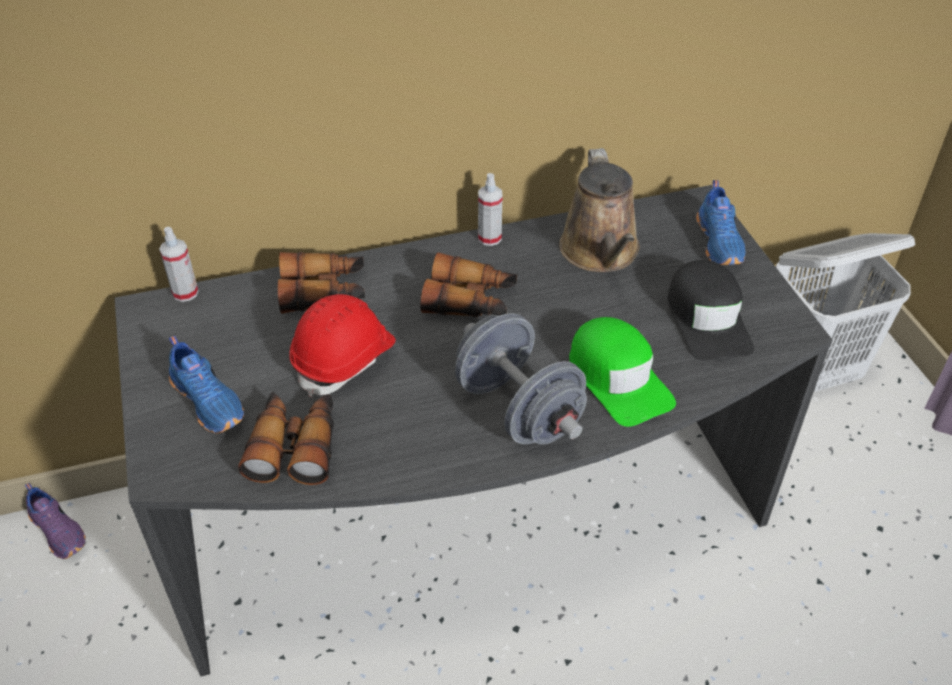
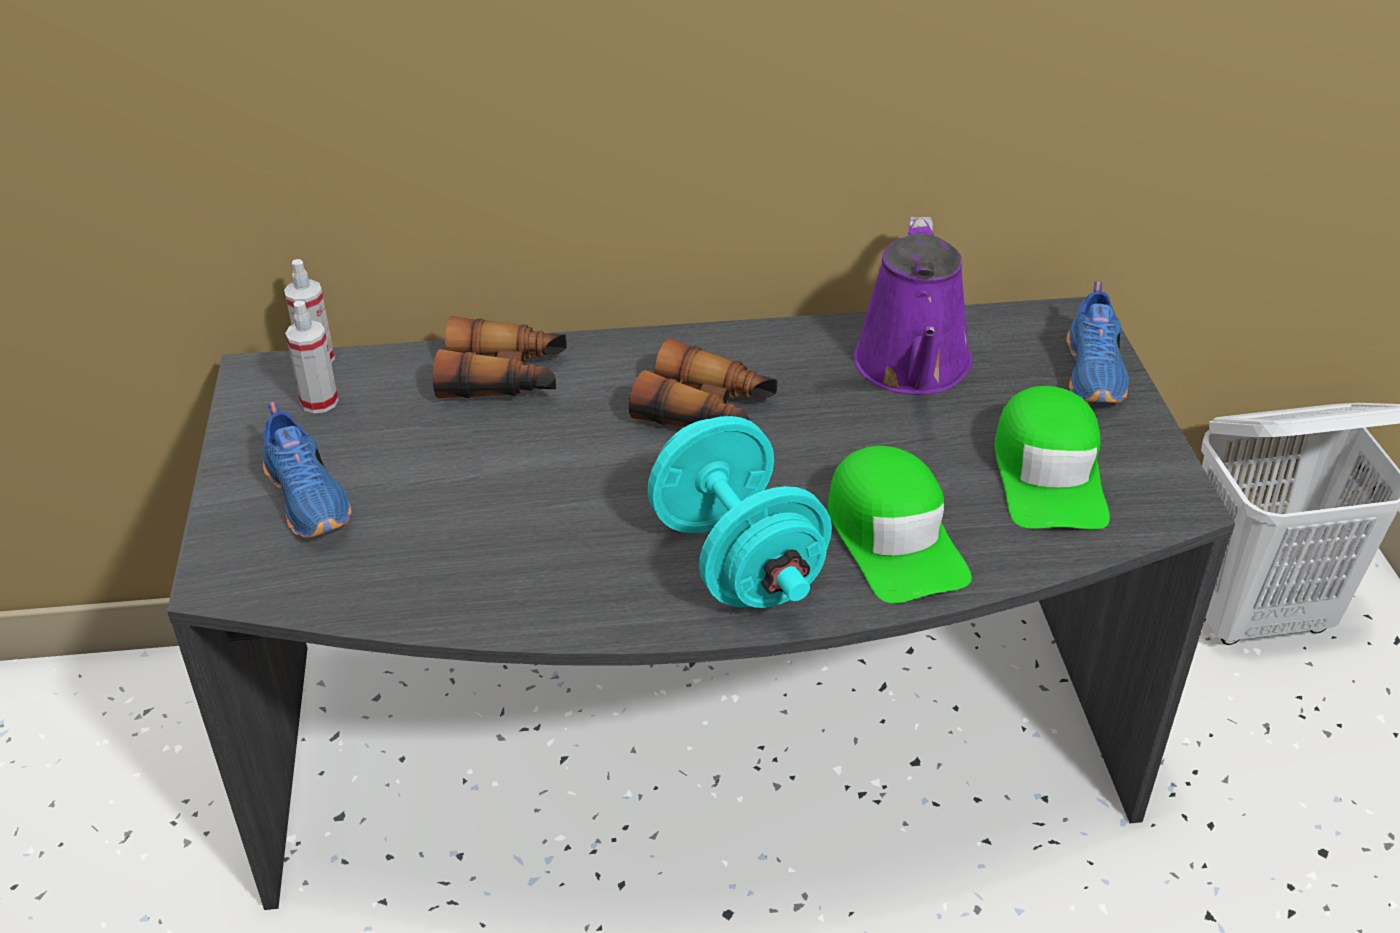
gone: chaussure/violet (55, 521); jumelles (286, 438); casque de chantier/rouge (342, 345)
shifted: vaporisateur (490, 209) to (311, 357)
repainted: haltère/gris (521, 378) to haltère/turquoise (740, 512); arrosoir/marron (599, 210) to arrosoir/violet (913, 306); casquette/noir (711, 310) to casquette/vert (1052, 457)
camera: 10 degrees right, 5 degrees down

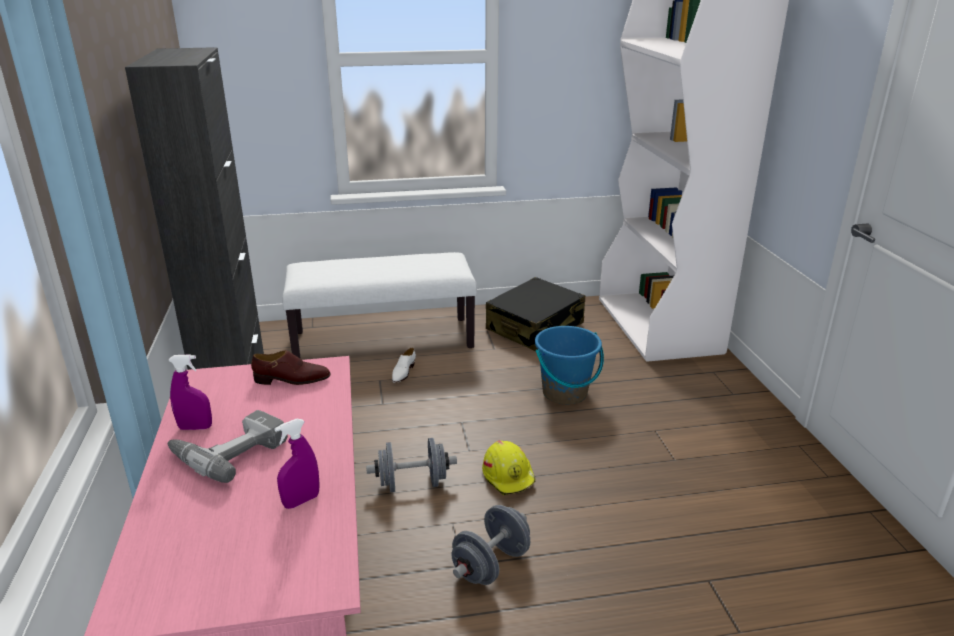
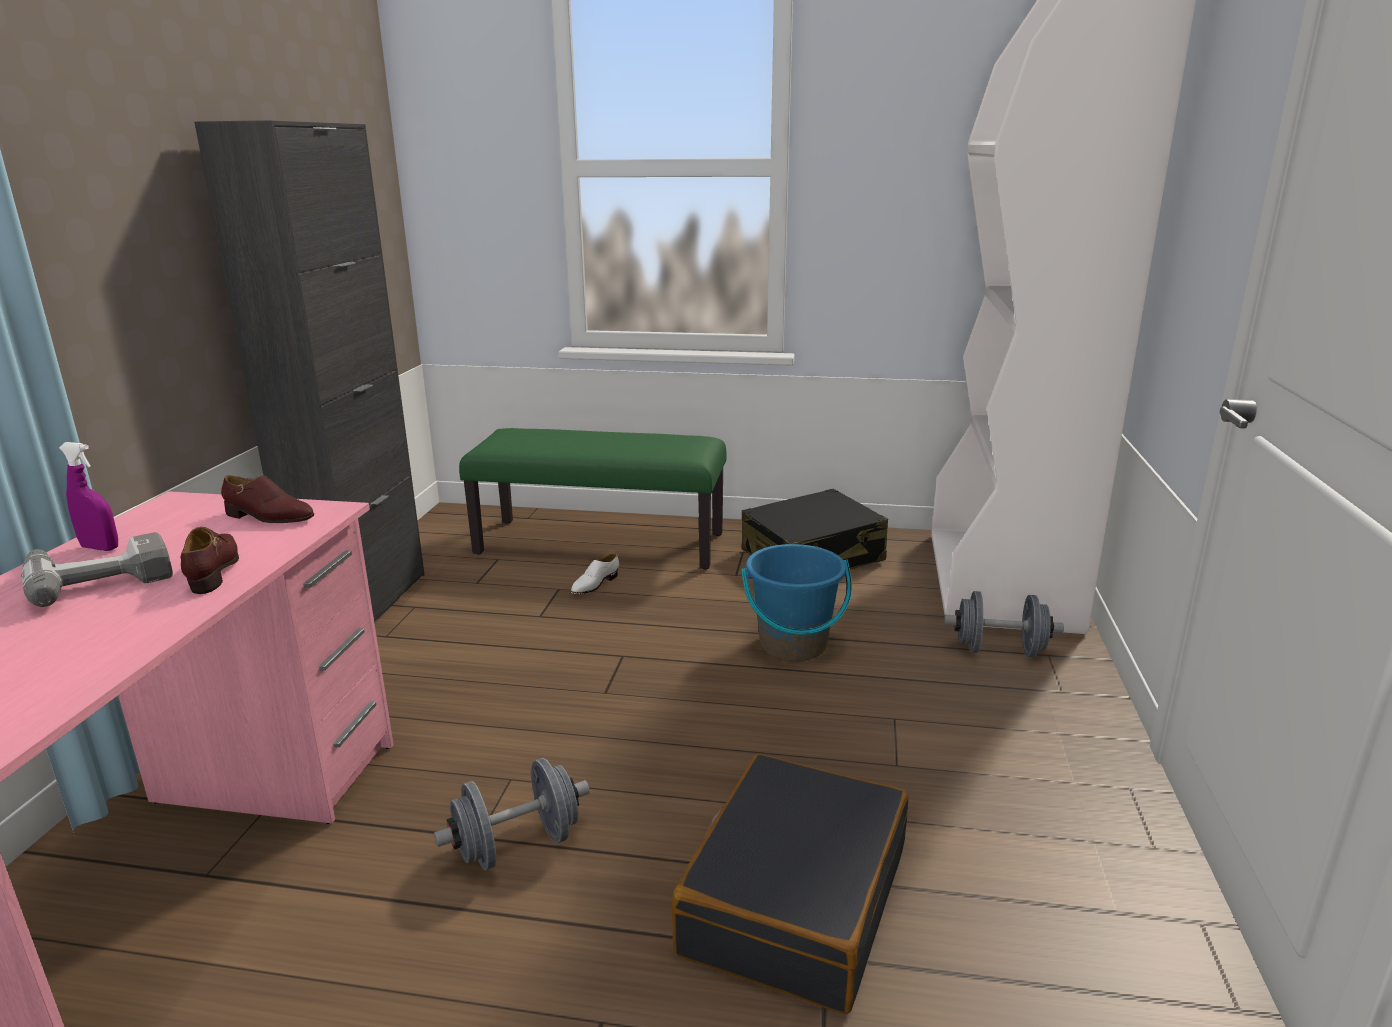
gone: vaporisateur/violet (297, 463); casque de chantier/jaune (509, 468)
new: chaussure/marron (209, 560); valise/noir (790, 884)
shifted: haltère/gris (411, 465) to (1004, 624)
repainted: banc/blanc (379, 305) to banc/vert (592, 498)
camera: 20 degrees right, 5 degrees down

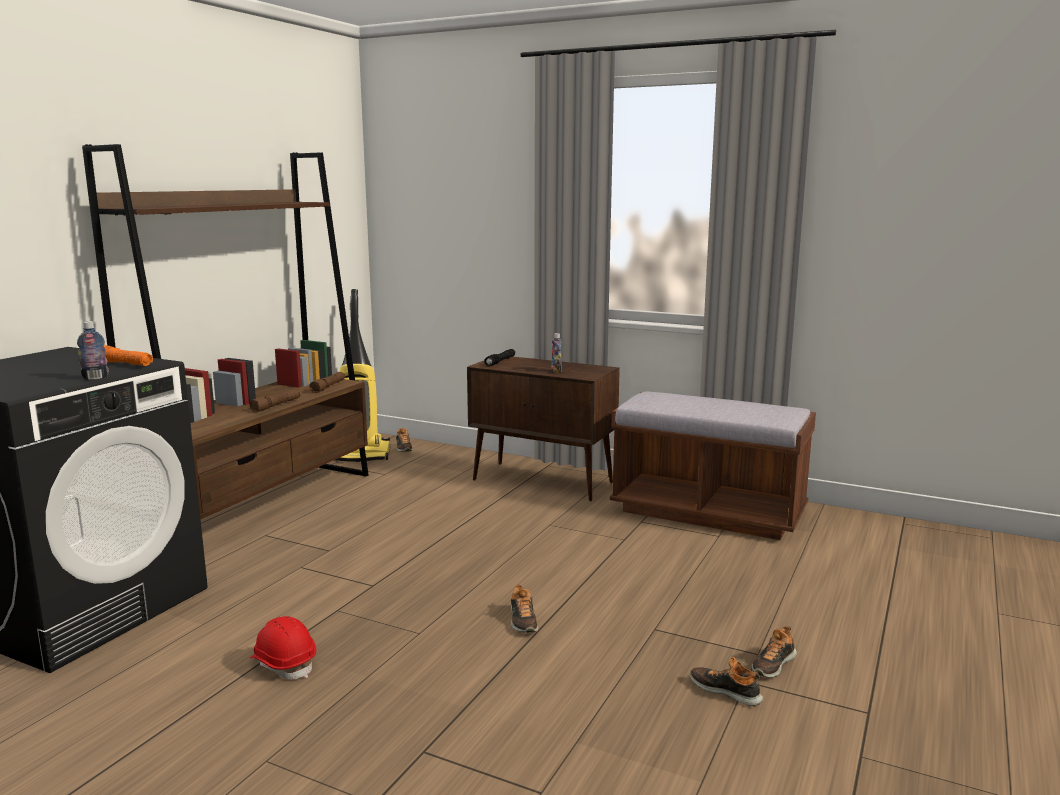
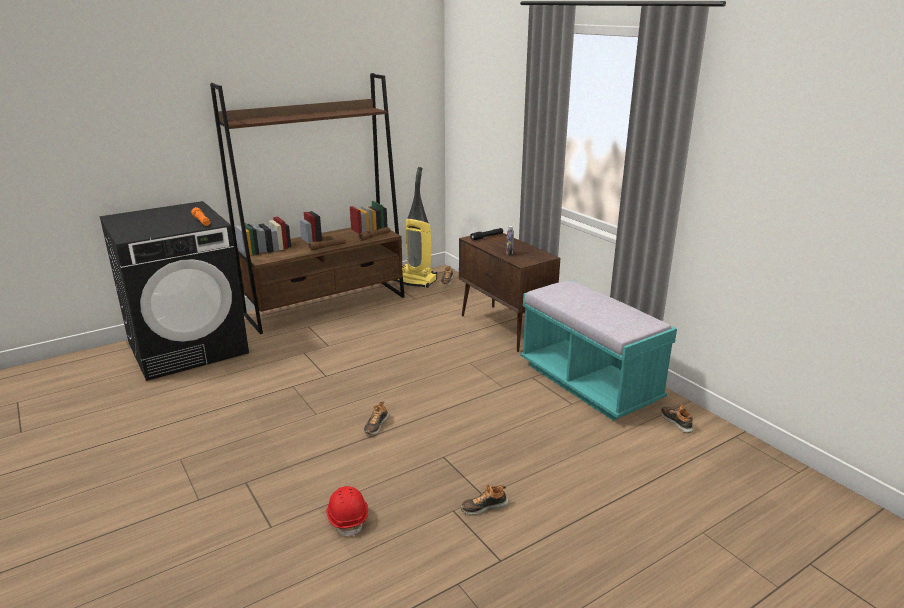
gone: bouteille (93, 350)
shifted: casque de chantier/rouge (283, 648) to (347, 511); chaussure (726, 681) to (677, 419)
repainted: banc/marron (713, 465) to banc/turquoise (598, 350)
camera: 30 degrees right, 10 degrees up

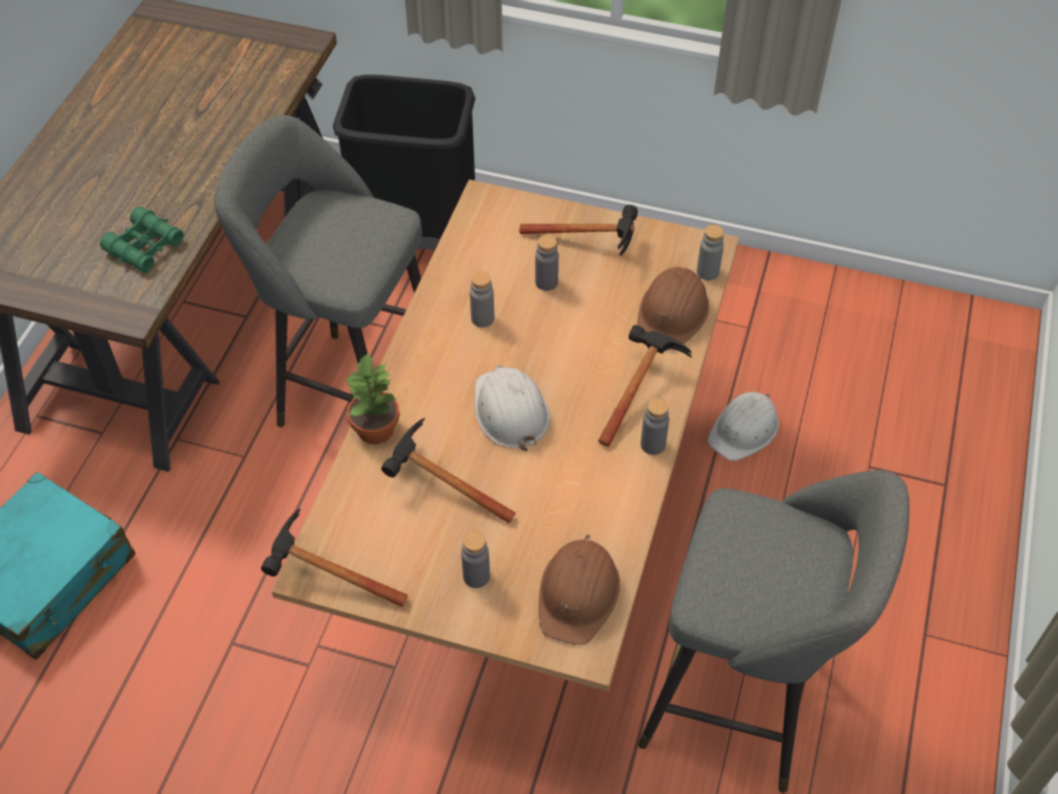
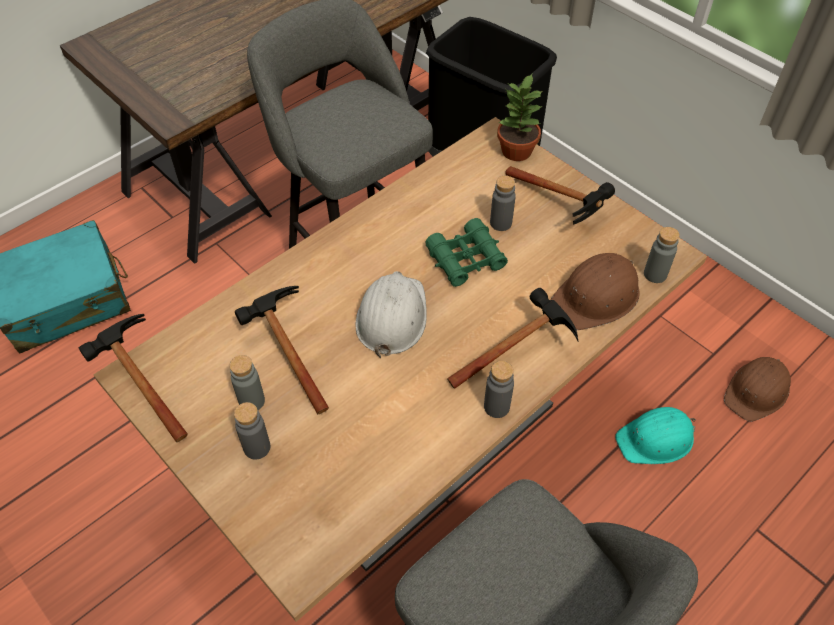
shifted: jumelles/vert (142, 239) to (466, 252); plante en pot (372, 398) to (520, 117); bouteille/gris (482, 299) to (247, 382); casque de chantier/marron (579, 590) to (757, 389)
repainted: casque de chantier/blanc (743, 426) to casque de chantier/turquoise (655, 435)
camera: 30 degrees right, 0 degrees up

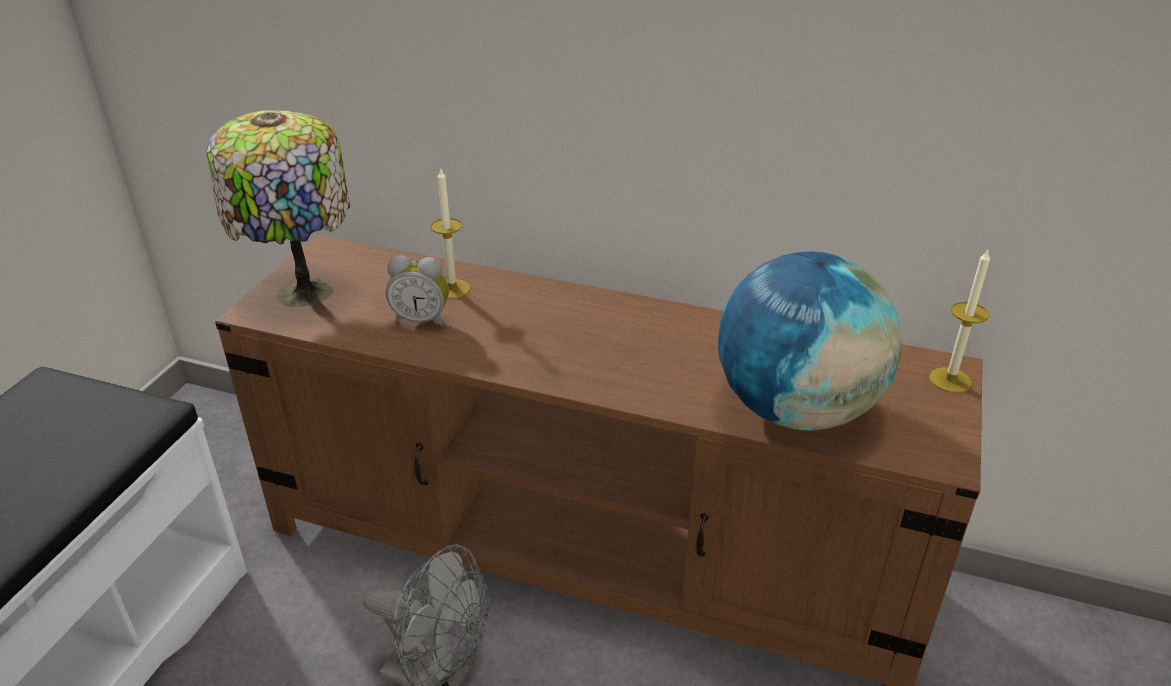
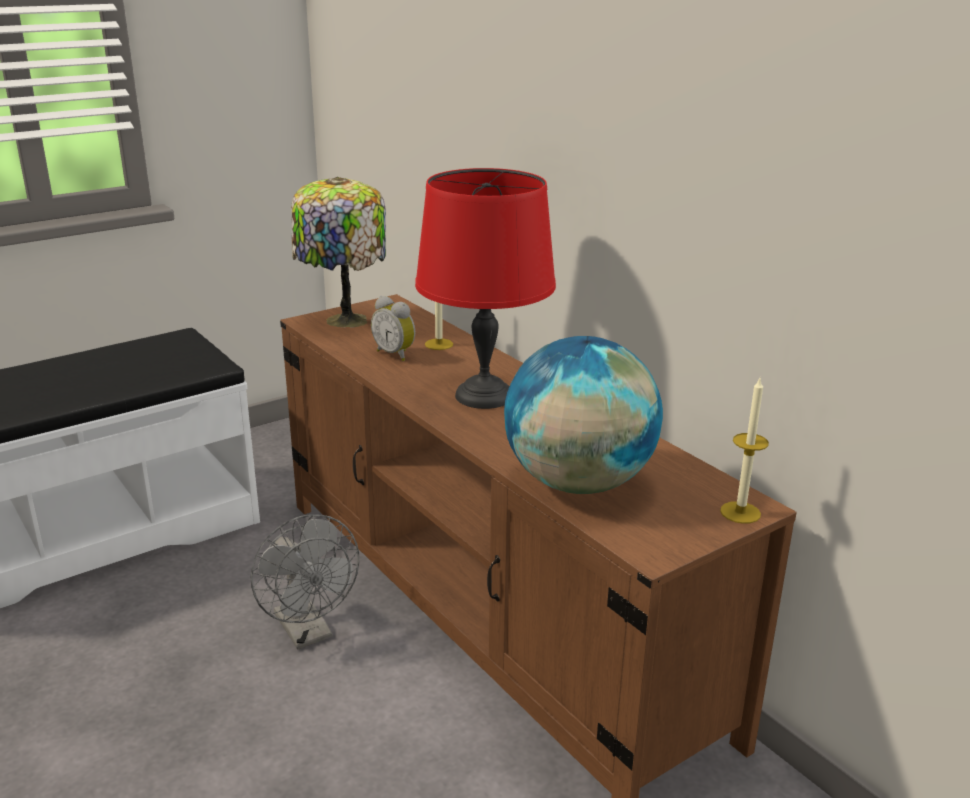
new: lampe de table/rouge (485, 288)
camera: 35 degrees right, 10 degrees down

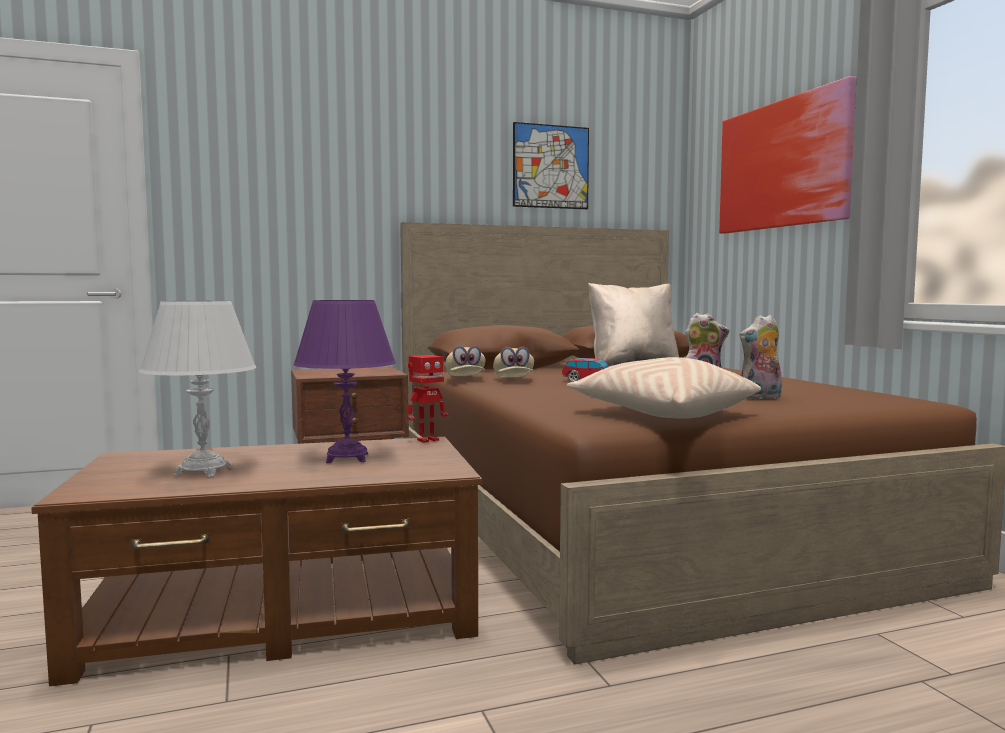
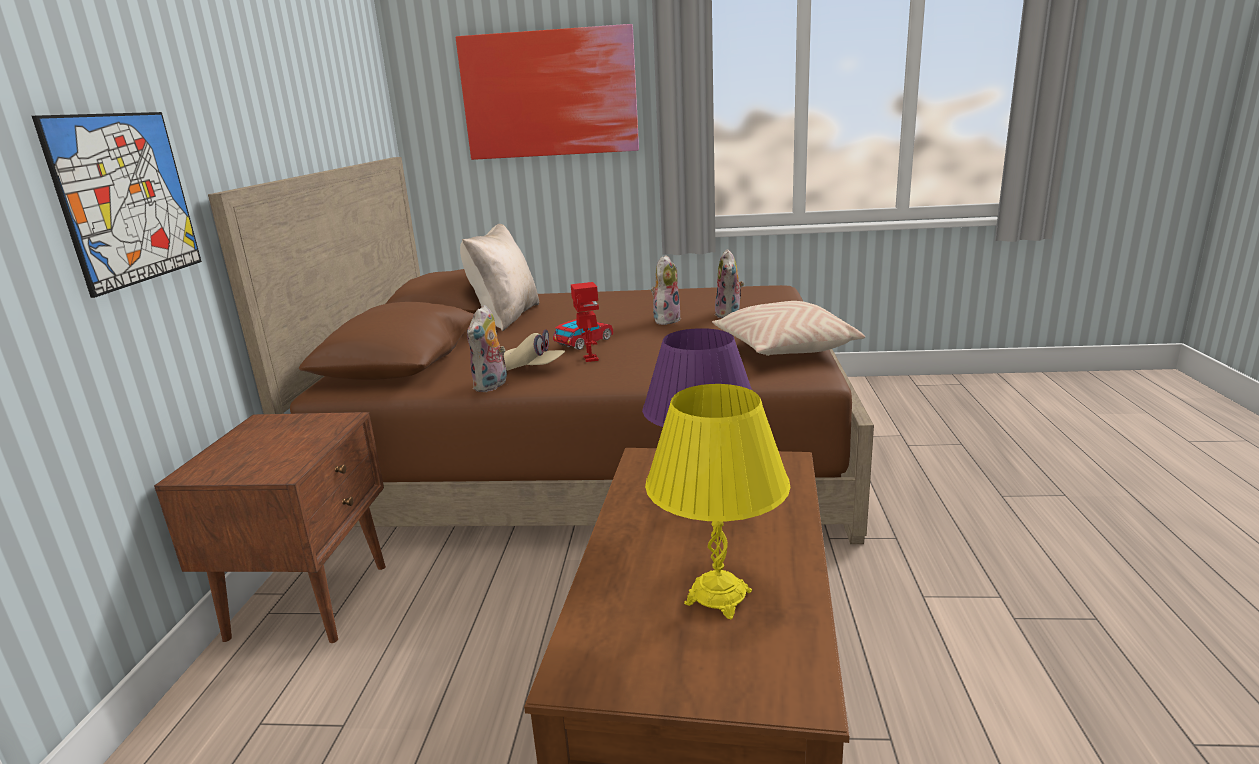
shifted: robot jouet (427, 399) to (585, 322); tableau (551, 165) to (117, 205)
swapped: casquette/beige (465, 361) to peluche (487, 348)
repainted: lampe de table/blanc (197, 389) to lampe de table/jaune (718, 501)
camera: 65 degrees left, 15 degrees up

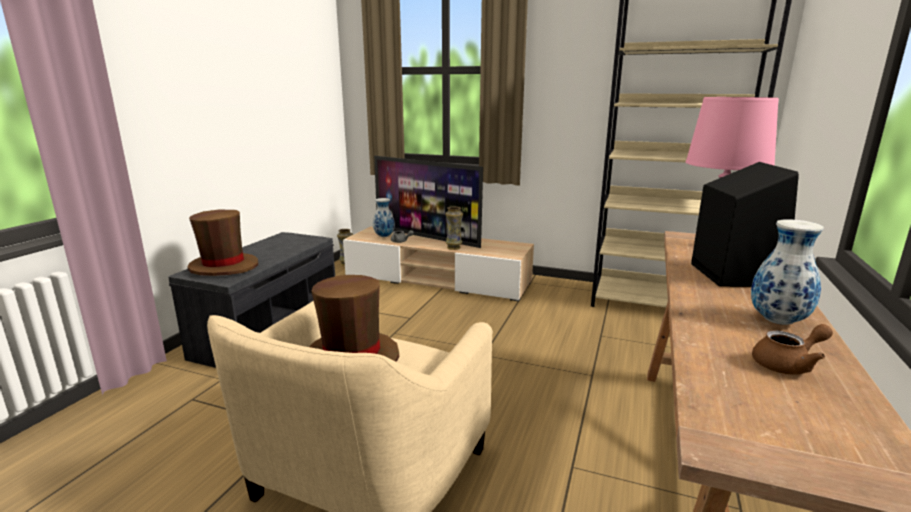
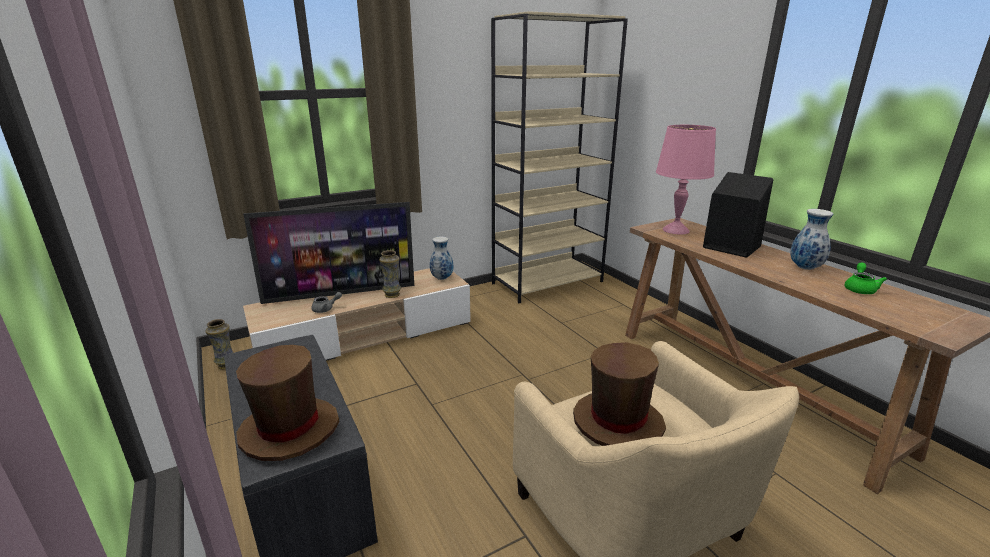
shifted: vase (384, 217) to (441, 258)
repainted: théière/marron (792, 349) to théière/vert (865, 278)
camera: 50 degrees left, 5 degrees up

